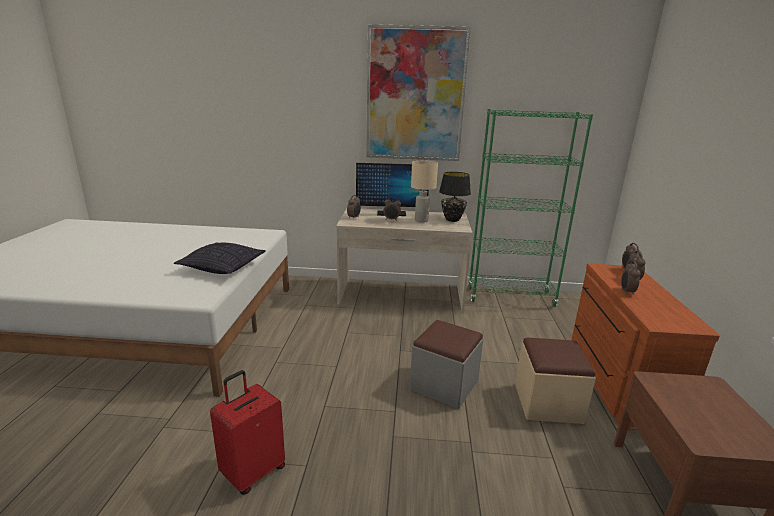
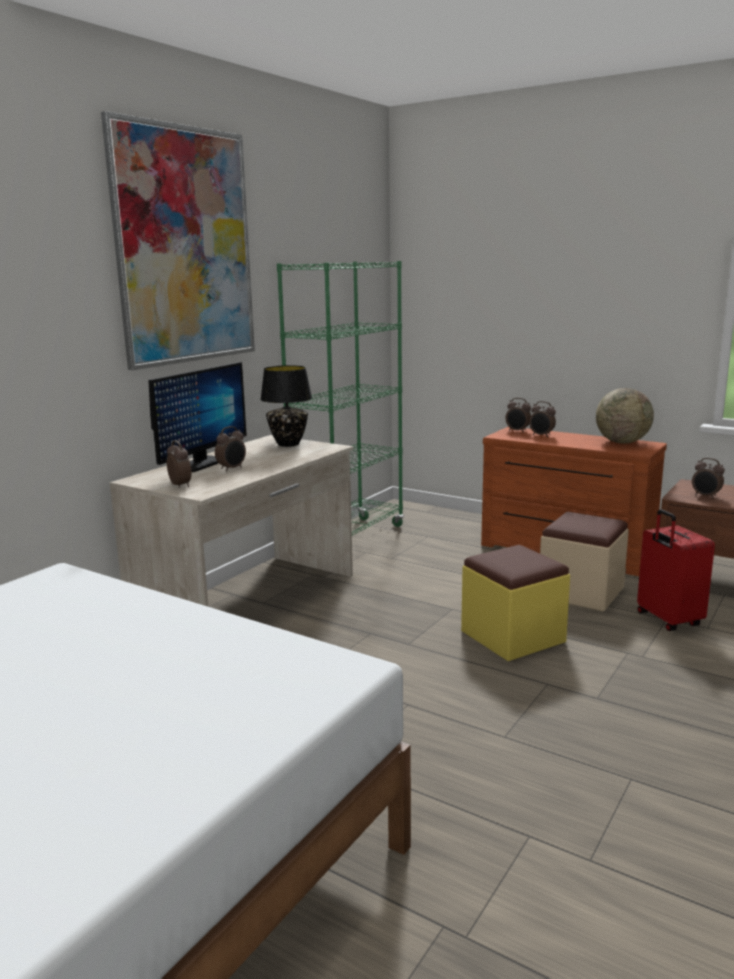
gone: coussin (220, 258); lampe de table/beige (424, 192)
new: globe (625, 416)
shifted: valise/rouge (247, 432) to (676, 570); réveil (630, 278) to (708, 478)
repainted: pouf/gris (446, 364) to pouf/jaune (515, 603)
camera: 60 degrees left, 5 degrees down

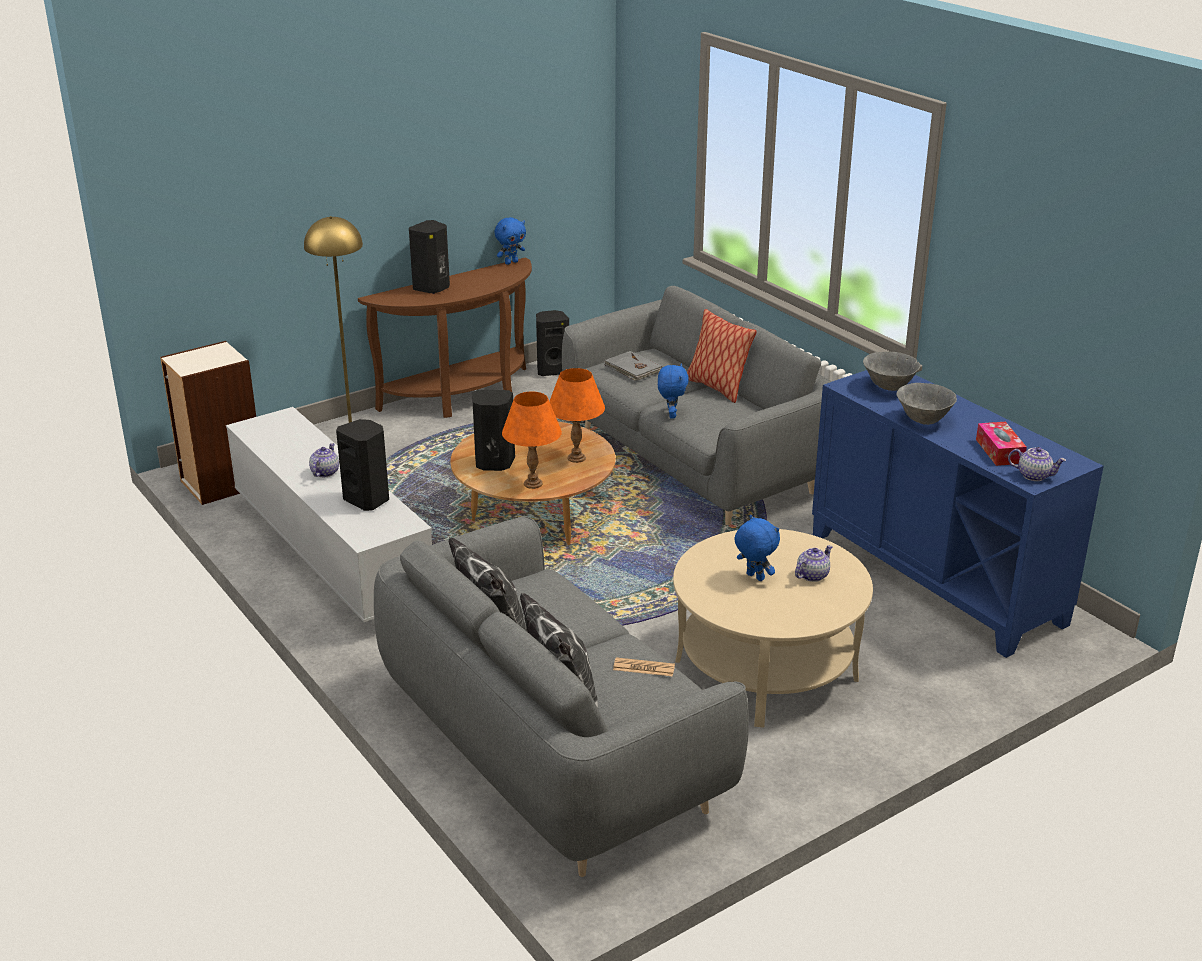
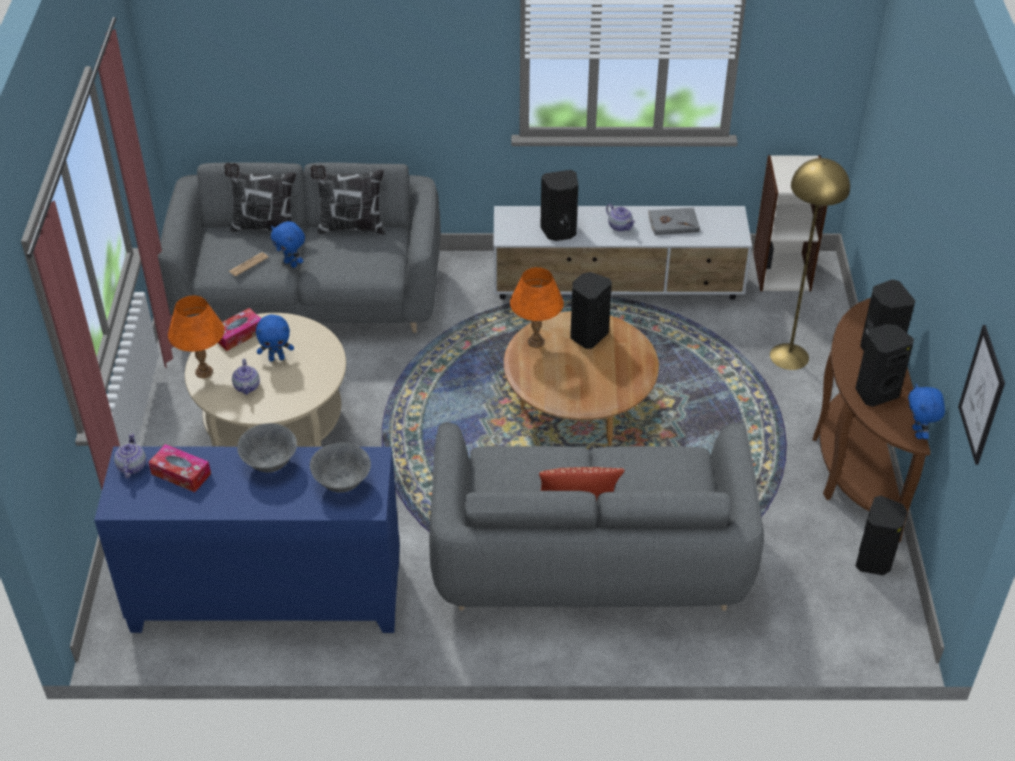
new: boîte à mouchoirs (239, 329); enceinte/noir (884, 365); tableau (981, 395)
shifted: lampe de table/orange (577, 415) to (196, 337); livre/gris (633, 366) to (674, 221); peluche/bleu (673, 391) to (288, 244)
rotated: théière (1037, 464) = (130, 456) 120 degrees clockwise
camera: 125 degrees right, 15 degrees up

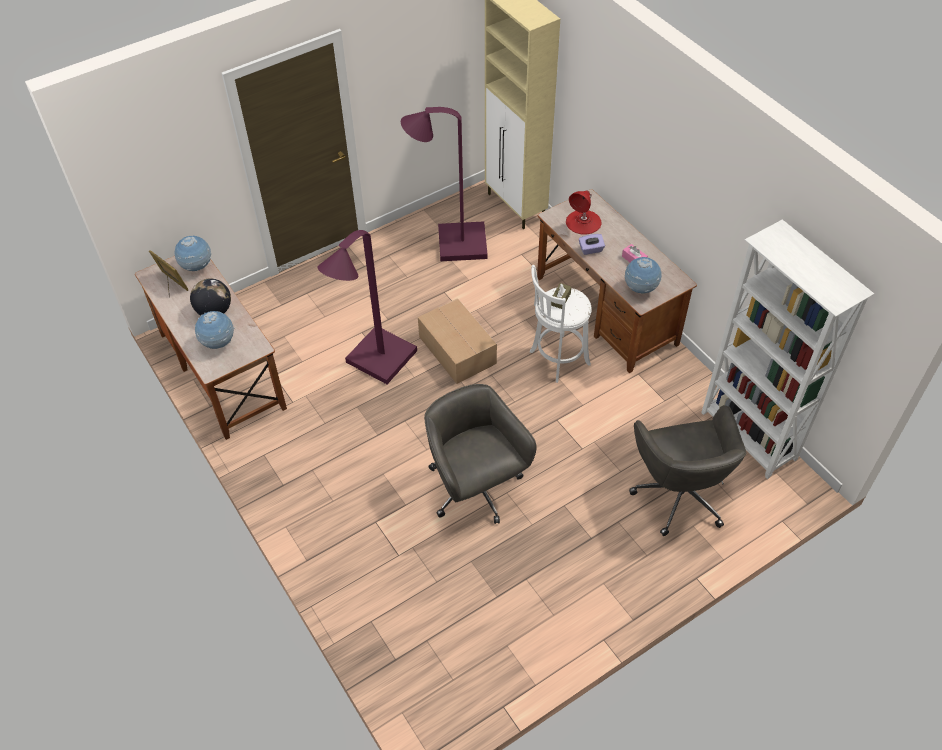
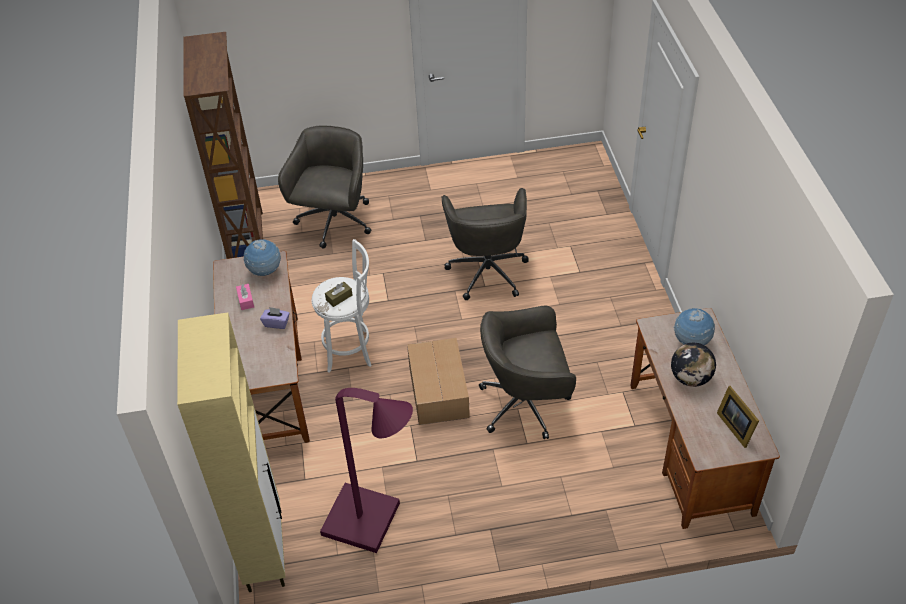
gone: globe (192, 253); lampe de table/rouge (584, 212)
swapped: lampadaire/violet (367, 307) to chaise de bureau/gris (527, 372)
repainted: bibliothèque/blanc (787, 349) to bibliothèque/marron (223, 145)
camera: 155 degrees left, 5 degrees down

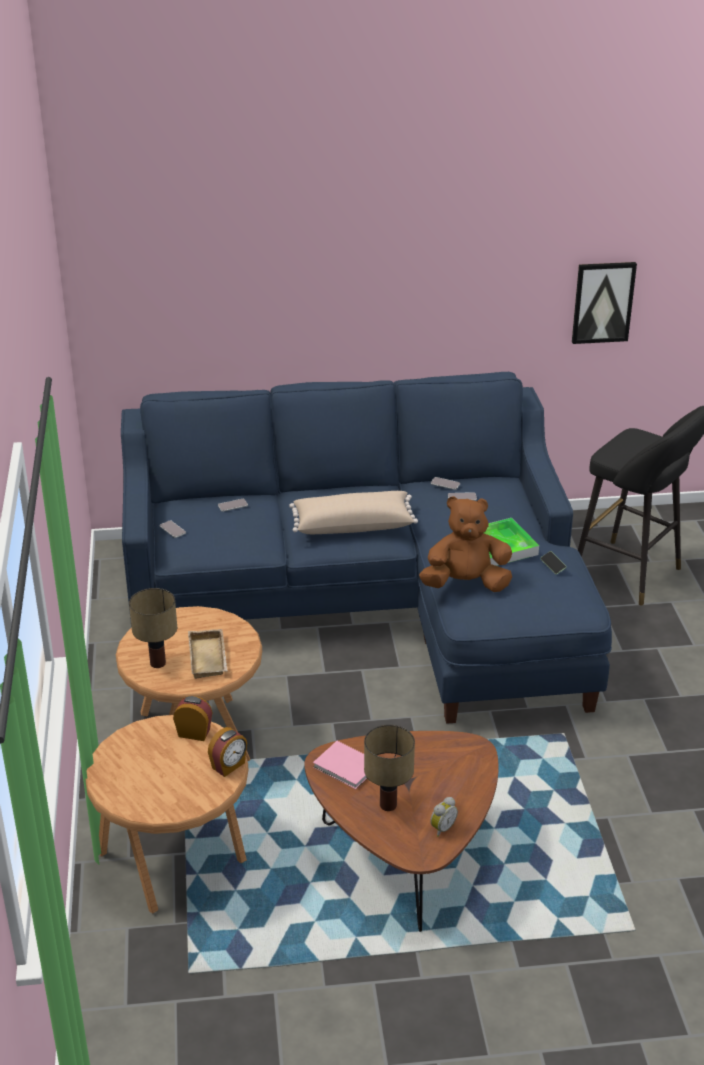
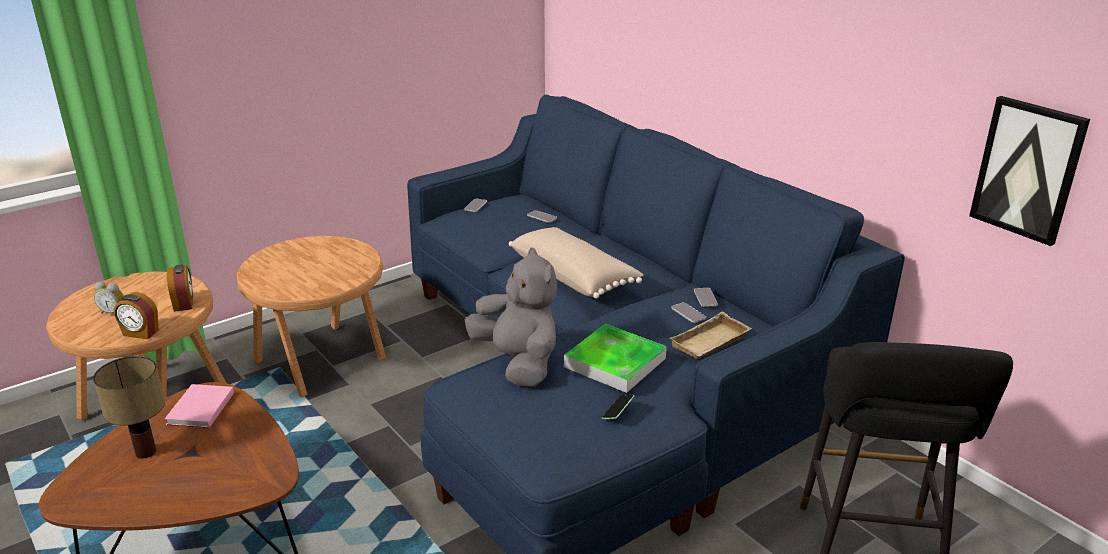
gone: lampe de table (153, 628)
shifted: plateau/beige (208, 654) to (711, 335); réveil (444, 817) to (109, 298)
repainted: peluche/marron (465, 544) to peluche/gris (511, 317)
camera: 60 degrees right, 5 degrees down

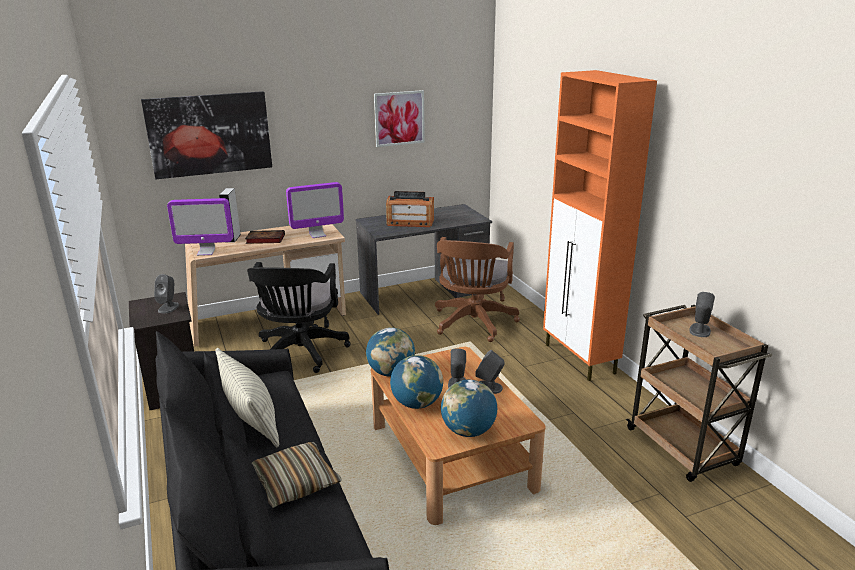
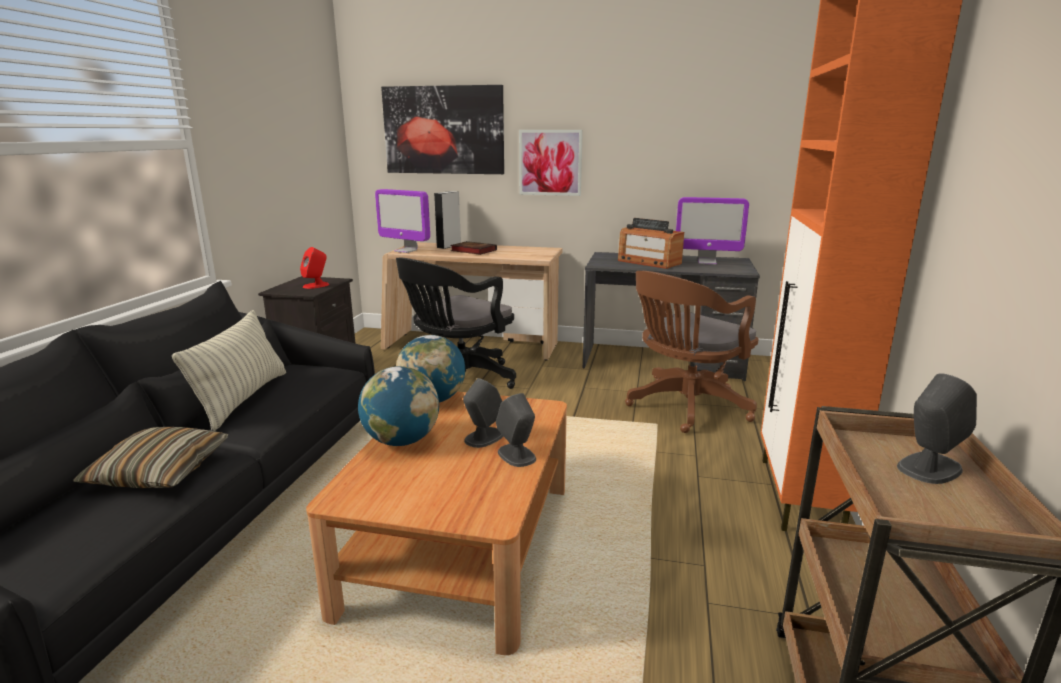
gone: globe (469, 408)
shifted: écran d'ordinateur (315, 210) to (712, 231); tableau (399, 118) to (551, 163)
repainted: enceinte/gris (166, 293) to enceinte/rouge (314, 268)
camera: 35 degrees right, 5 degrees down

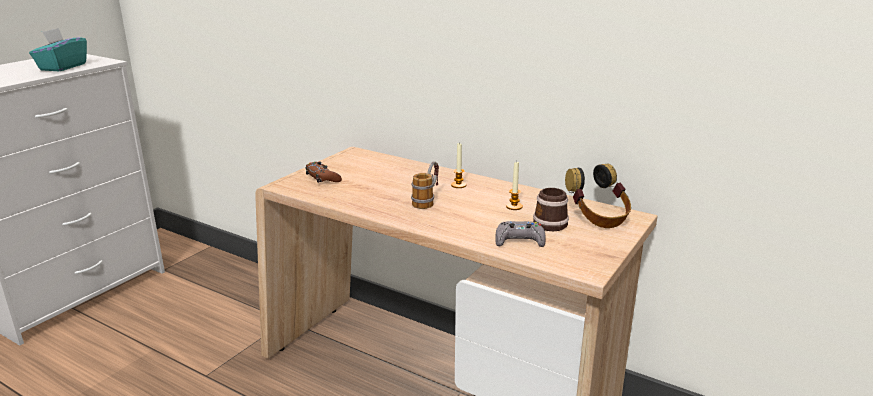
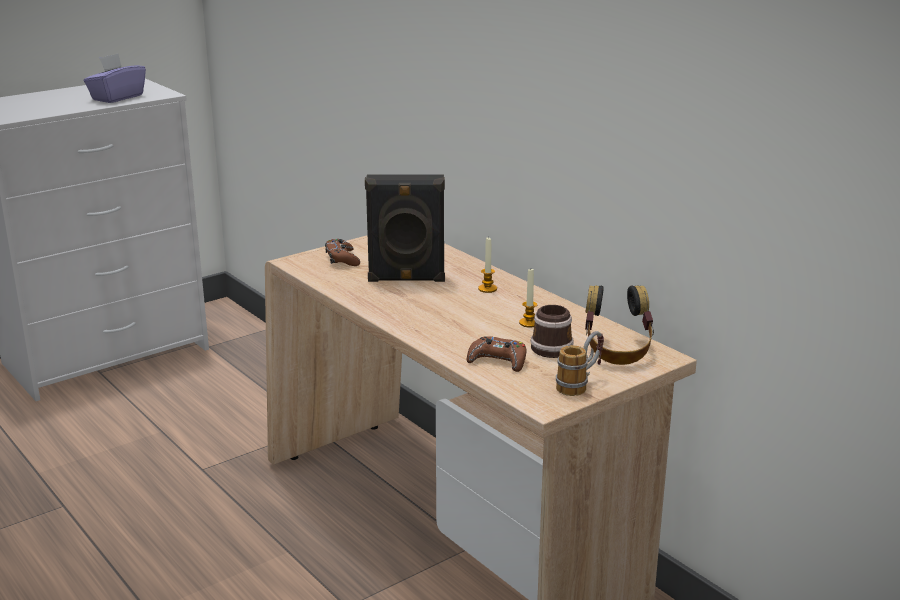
new: enceinte/noir (405, 228)
shifted: mug (425, 185) to (580, 363)
repainted: boîte à mouchoirs/turquoise (58, 49) to boîte à mouchoirs/violet (115, 78); manette/gris (520, 234) to manette/marron (496, 354)
camera: 20 degrees right, 0 degrees up

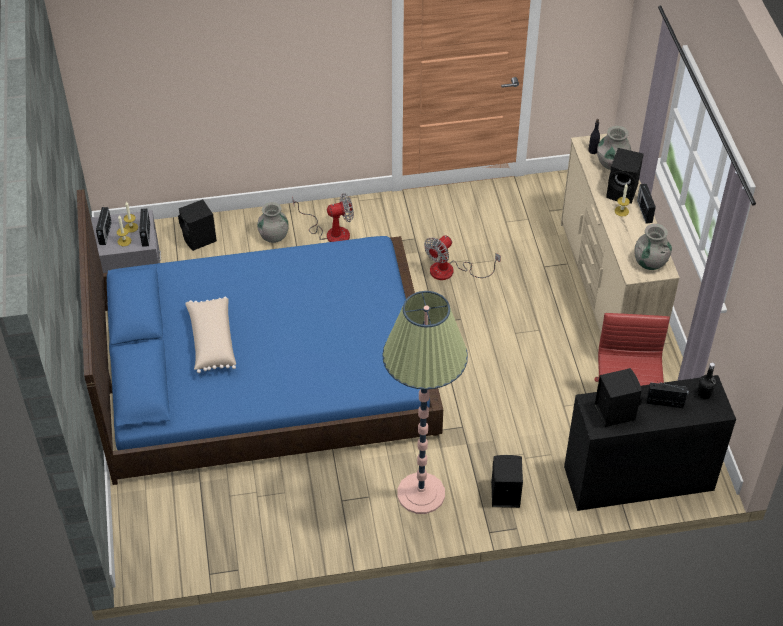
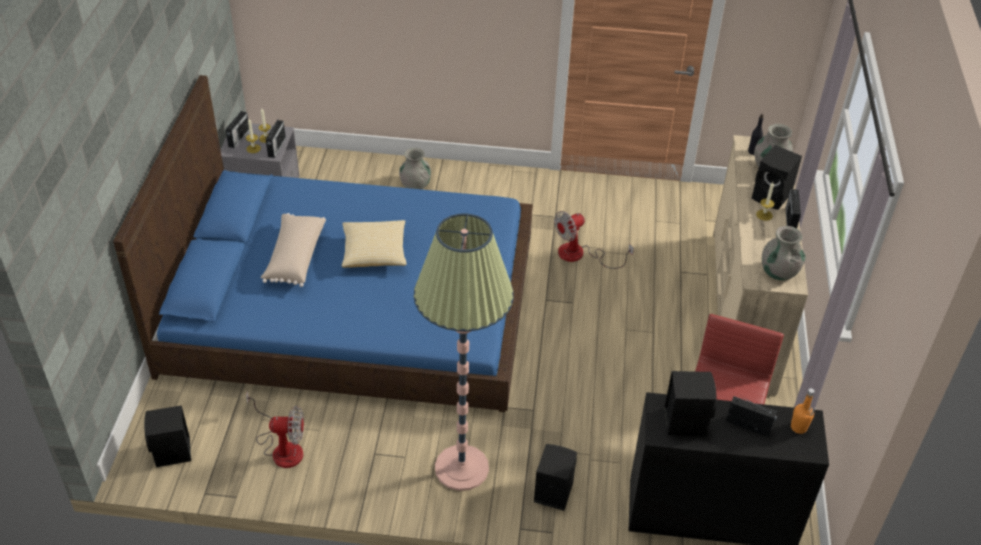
new: coussin (374, 244)
shifted: enceinte/noir (197, 225) to (167, 436); ventilateur (323, 217) to (275, 429)
repainted: bouteille/noir (706, 381) to bouteille/orange (803, 411)
camera: 15 degrees right, 5 degrees down

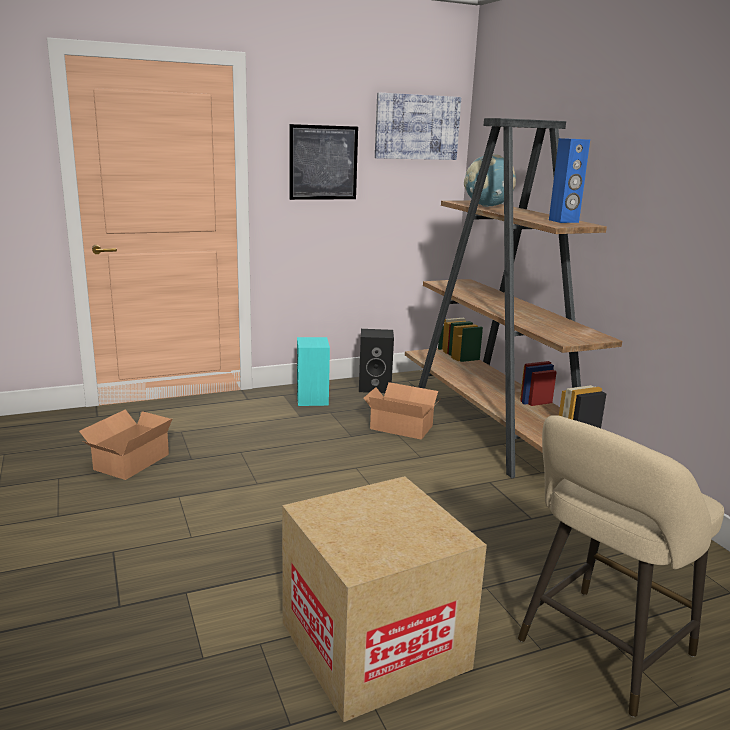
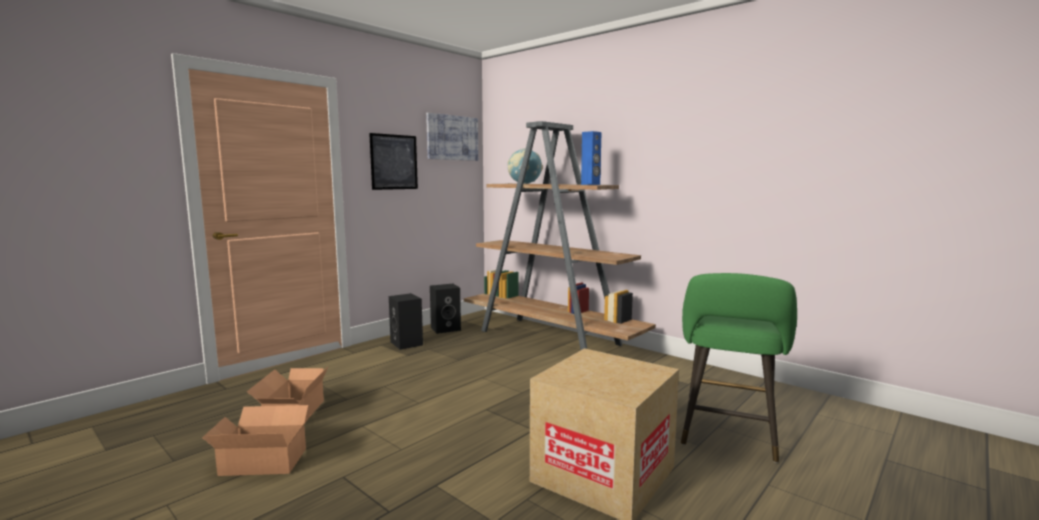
shifted: carton (401, 410) to (256, 440)
repainted: enceinte/turquoise (313, 371) to enceinte/noir (406, 321); tabouret/beige (621, 566) to tabouret/vert (739, 368)
camera: 25 degrees left, 10 degrees down

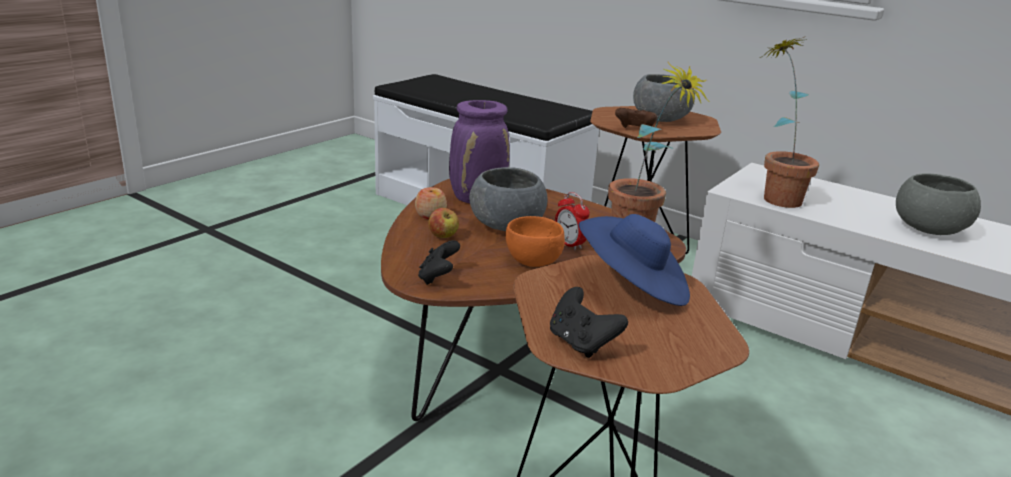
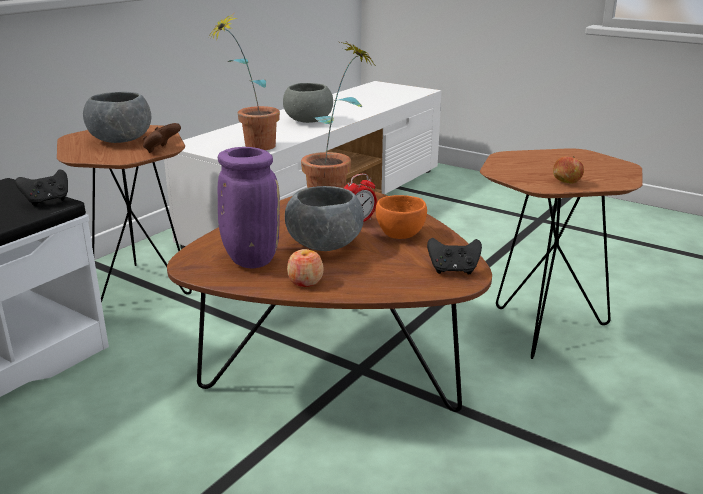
gone: chapeau/bleu (634, 260)
shifted: pomme (443, 223) to (568, 169); manette/noir (589, 322) to (41, 188)
camera: 90 degrees left, 0 degrees up

